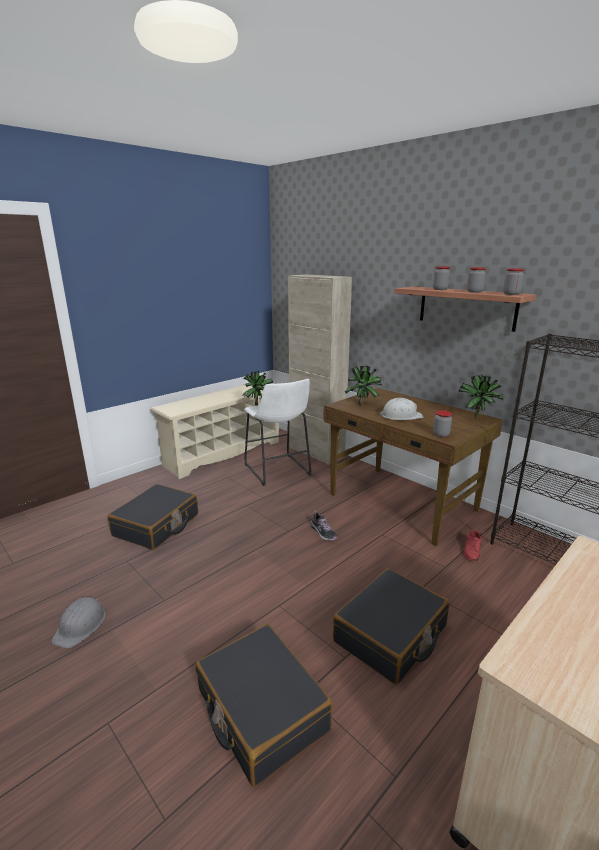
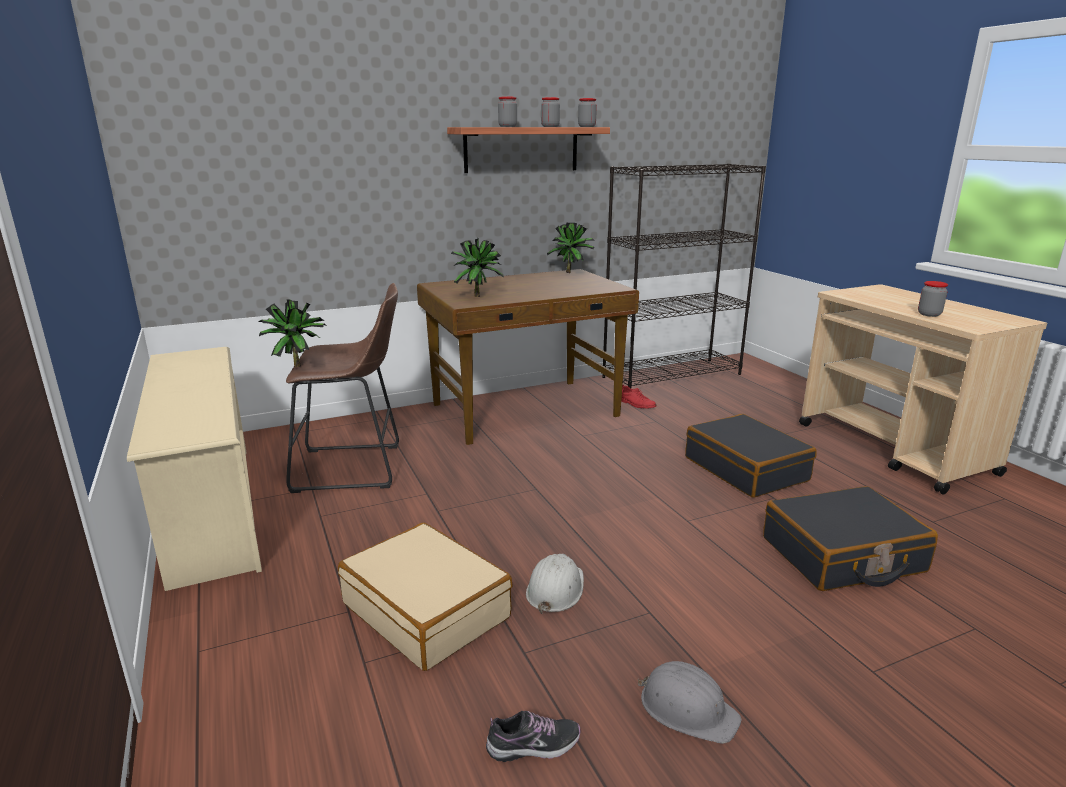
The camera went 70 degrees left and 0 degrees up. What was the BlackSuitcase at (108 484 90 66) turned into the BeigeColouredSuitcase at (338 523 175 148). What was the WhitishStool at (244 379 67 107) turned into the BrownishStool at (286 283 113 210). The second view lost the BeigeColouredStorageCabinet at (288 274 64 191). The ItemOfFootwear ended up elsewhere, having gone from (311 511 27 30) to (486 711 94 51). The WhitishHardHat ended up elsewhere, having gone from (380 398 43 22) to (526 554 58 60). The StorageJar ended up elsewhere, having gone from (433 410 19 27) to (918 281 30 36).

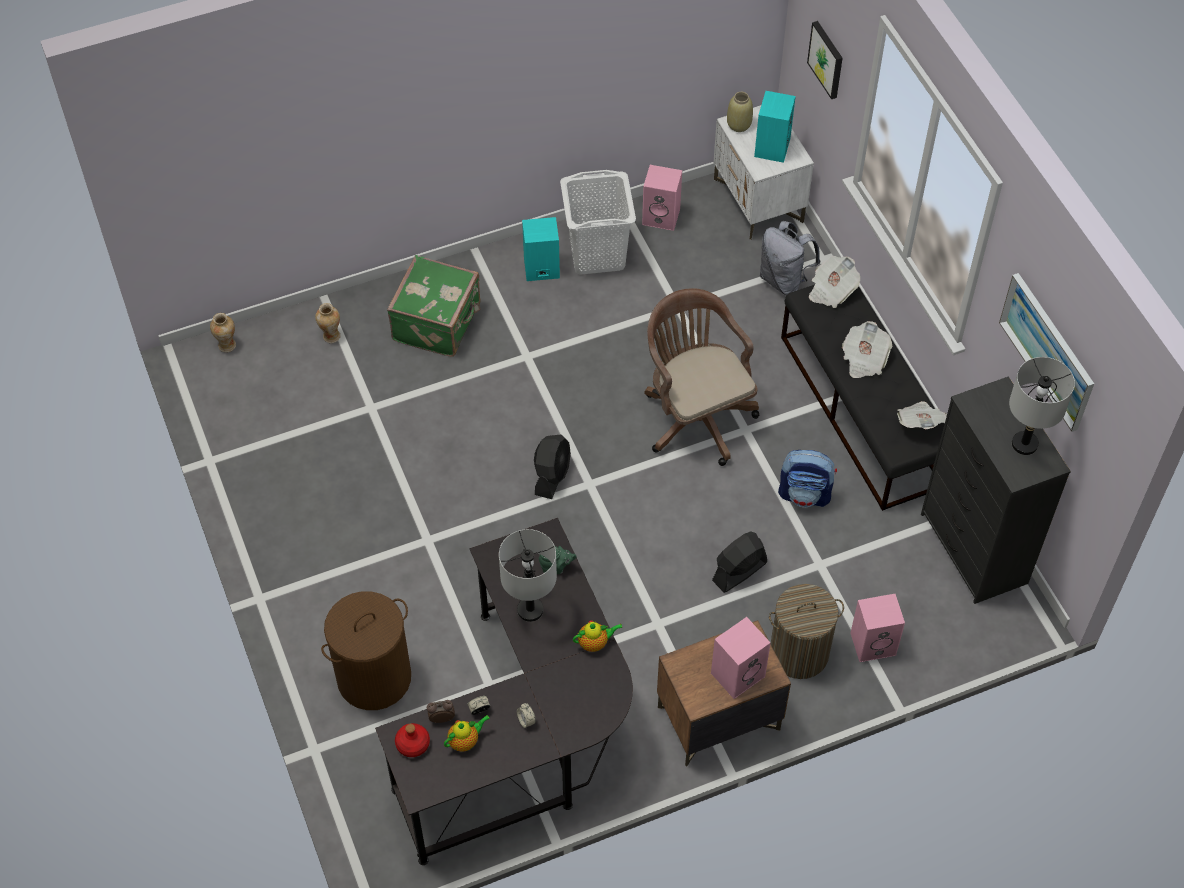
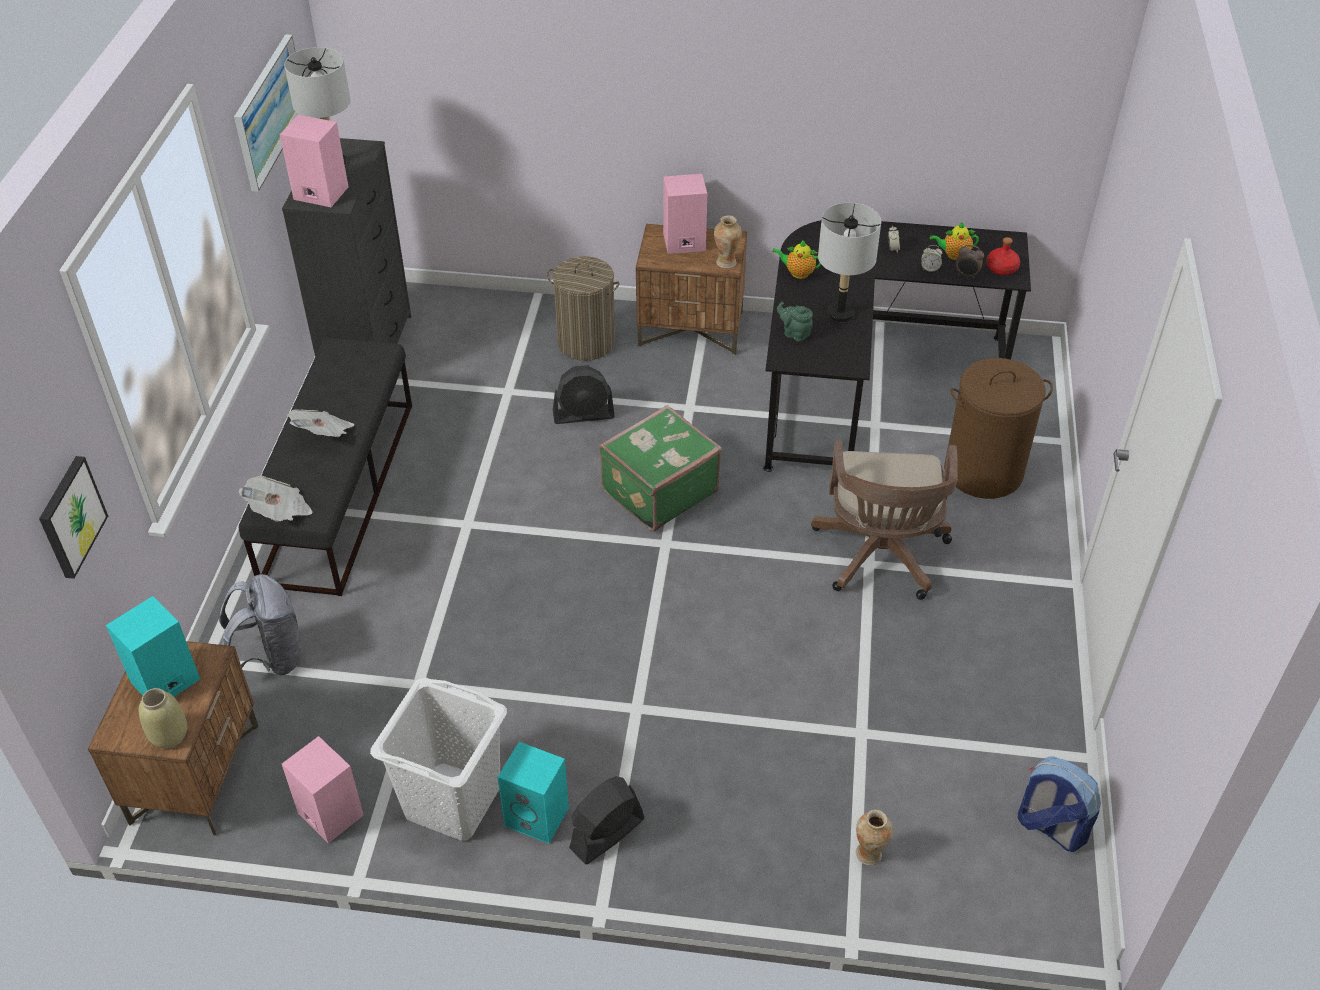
The camera went 150 degrees left and 10 degrees down. The DecorativeVase ended up elsewhere, having gone from (210 313 26 39) to (714 215 28 54). The GreenColouredSuitcase ended up elsewhere, having gone from (387 255 94 102) to (599 405 123 126). The BlackFan ended up elsewhere, having gone from (534 435 37 64) to (569 776 75 88). The BrownishDeskChair ended up elsewhere, having gone from (644 288 115 178) to (811 440 147 160). What was the WhitishBedsideTable at (713 105 101 135) turned into the BrownishBedsideTable at (88 641 171 195). The Rucksack ended up elsewhere, having gone from (778 450 59 57) to (1017 757 84 95). The PinkColouredSpeaker ended up elsewhere, having gone from (850 594 55 68) to (280 115 69 92). The second view lost the Newspaper at (897 401 50 28).

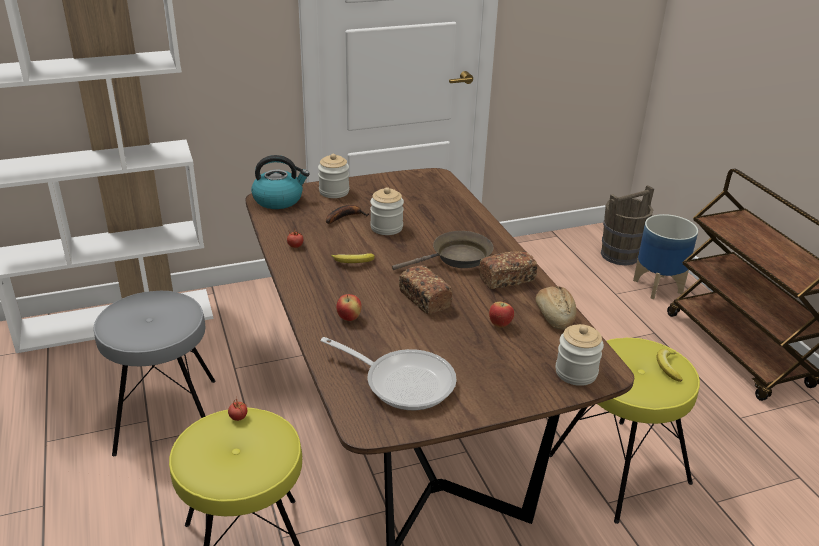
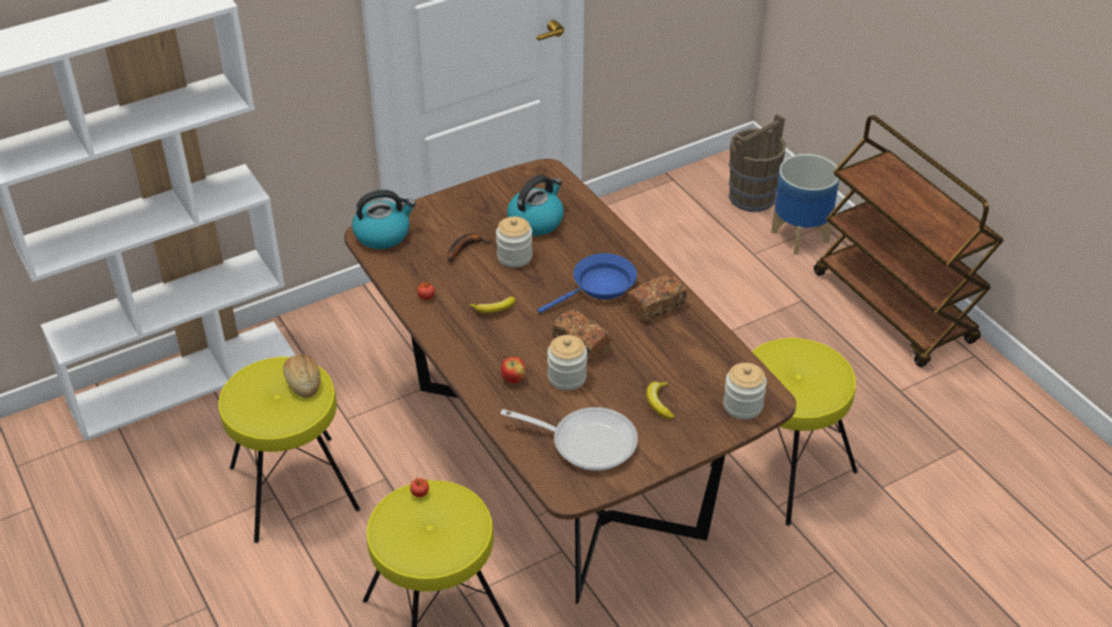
The camera went 10 degrees left and 10 degrees up. What was the GrayStool at (93 291 123 165) turned into the YellowishStool at (218 357 142 186). The StorageJar ended up elsewhere, having gone from (318 154 31 44) to (547 335 40 56). What was the BrownishSkillet at (392 231 101 39) turned into the BlueColouredSkillet at (537 253 100 61). The second view lost the WholeApple at (489 299 25 29). The BakedBread ended up elsewhere, having gone from (535 286 41 44) to (283 354 38 44). The WholeBanana ended up elsewhere, having gone from (657 349 26 33) to (646 381 29 38). The second view gained the Kettle at (507 175 57 61).

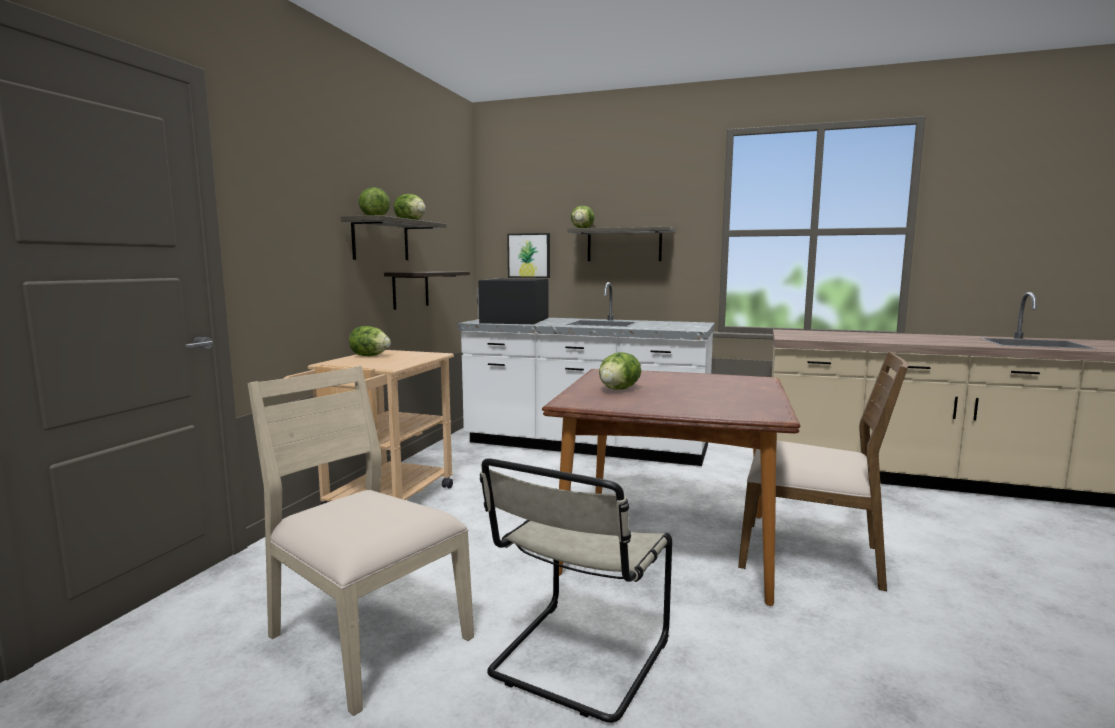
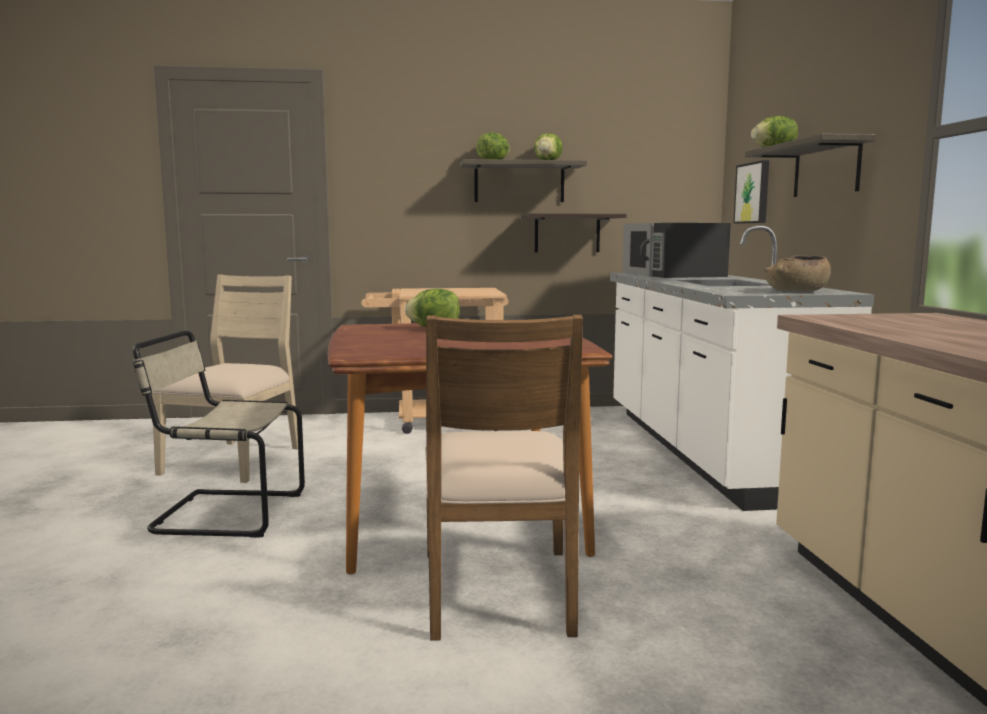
The camera went 65 degrees right and 0 degrees up. The second view lost the LettuceHead at (349 326 42 30). The BlackMicrowaveOven at (477 279 71 45) ended up facing another way, 90 degrees counterclockwise from before. The second view gained the BrownishDeepDish at (764 255 67 37).

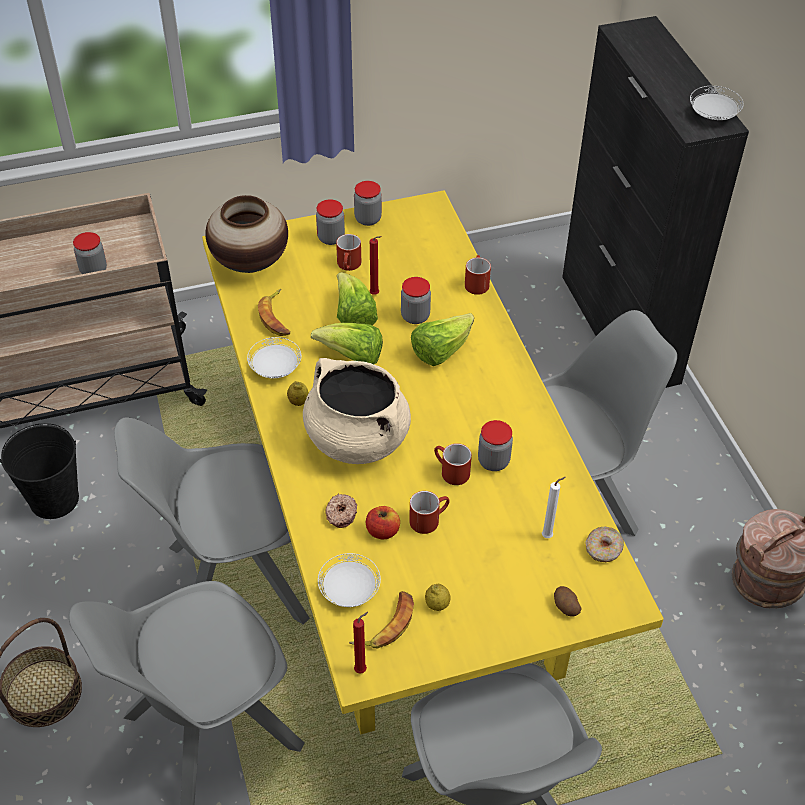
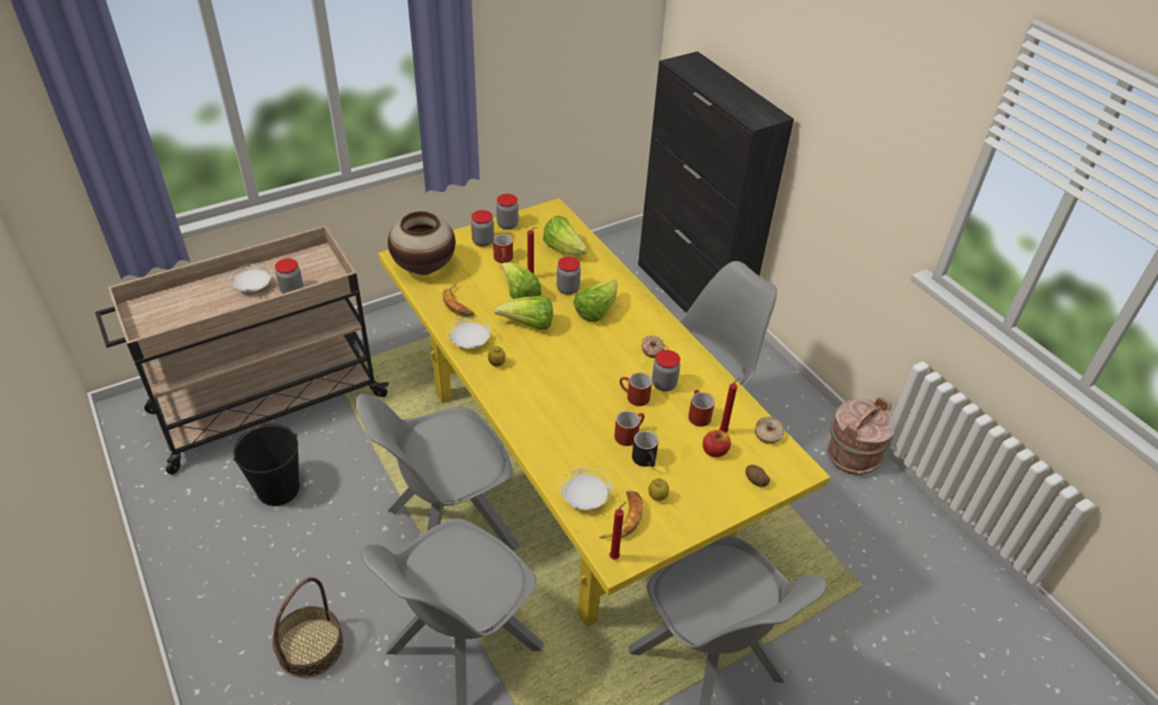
The camera went 15 degrees left and 5 degrees down. The second view lost the BeigeColouredCookingPot at (303 358 108 106). The Doughnut ended up elsewhere, having gone from (325 493 32 35) to (642 336 23 22). The WholeApple ended up elsewhere, having gone from (366 506 34 33) to (703 430 28 27). The RedColouredTeaMug ended up elsewhere, having gone from (465 255 26 40) to (688 390 27 37). What was the WhitishWaxLight at (542 477 24 61) turned into the RedColouredWaxLight at (719 377 22 56). The WhitishDinnerPlate ended up elsewhere, having gone from (690 86 54 34) to (230 264 42 28). The second view gained the LettuceHead at (543 216 45 39). The second view gained the BlackTeaMug at (632 431 26 36).

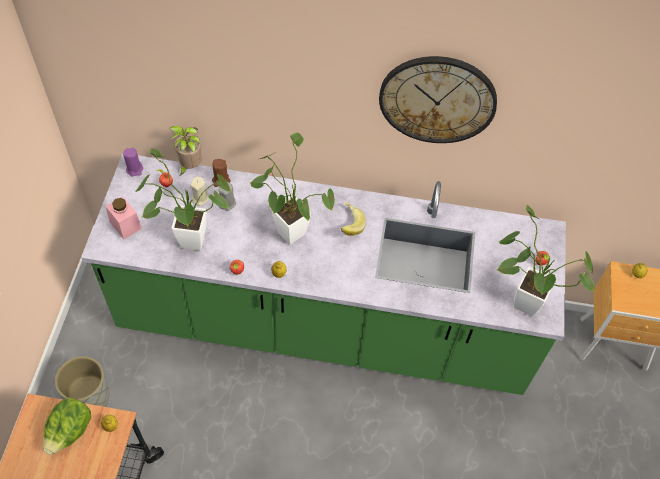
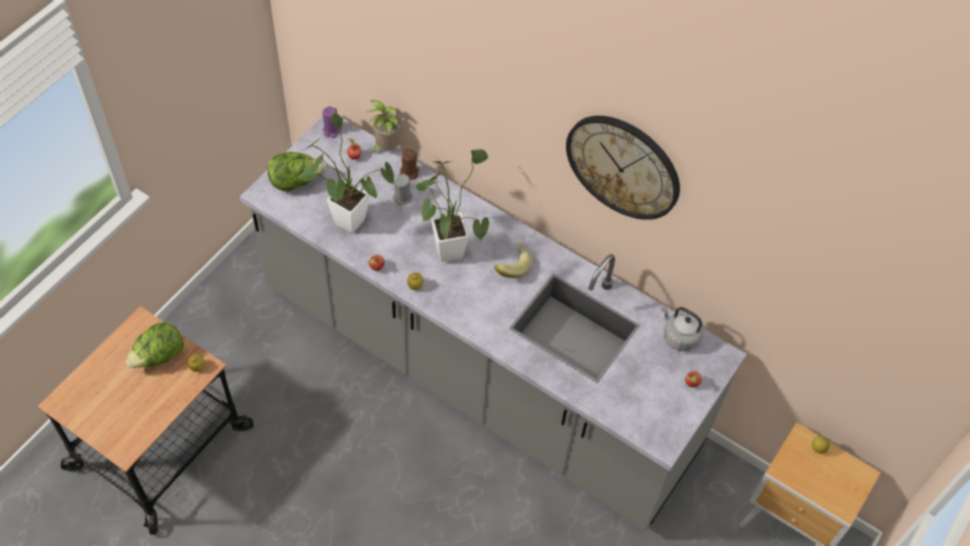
The camera went 25 degrees right and 0 degrees up. The second view lost the GrayFlowerPot at (55 356 55 51). What was the GreenColouredKitchenBaseUnit at (81 154 485 241) turned into the GrayKitchenBaseUnit at (240 116 507 415). Where the PinkColouredStorageJar stood at (106 197 36 42), the LettuceHead came to stand at (267 152 58 39). The second view lost the BeigeColouredWaxLight at (191 177 18 29). The second view lost the PottedPlant at (496 205 98 111). The second view gained the GrayKettle at (661 306 43 45).

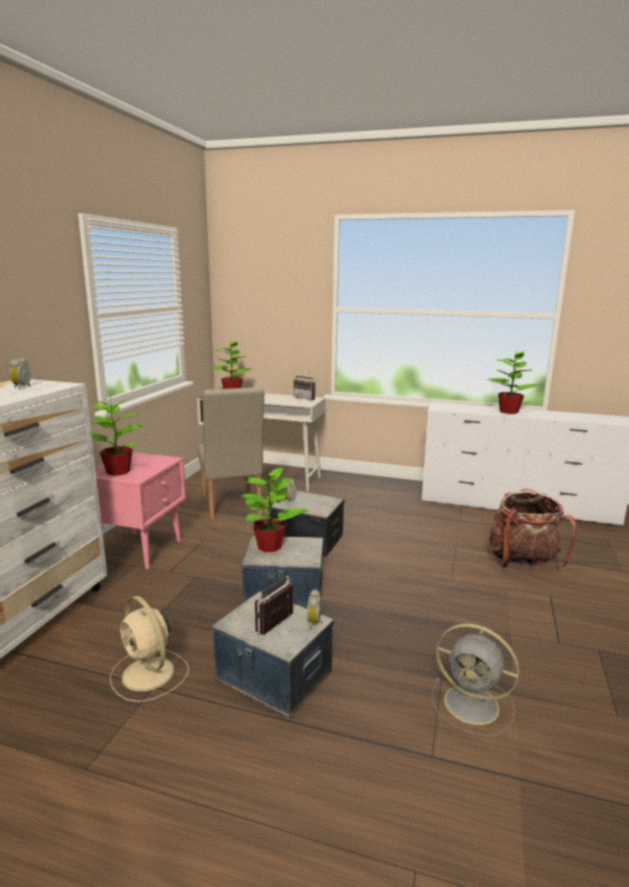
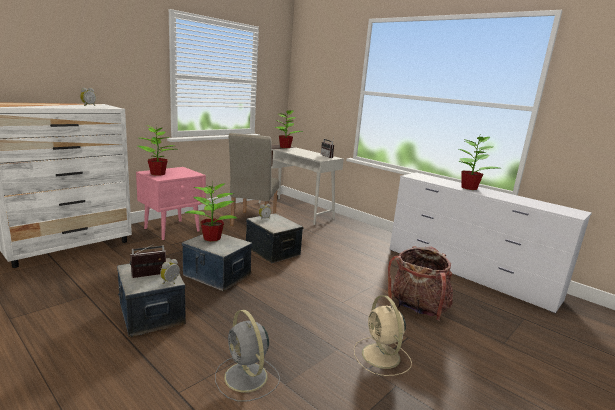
The camera went 25 degrees right and 0 degrees up. The BeigeColouredFan ended up elsewhere, having gone from (110 596 79 106) to (354 295 58 81).

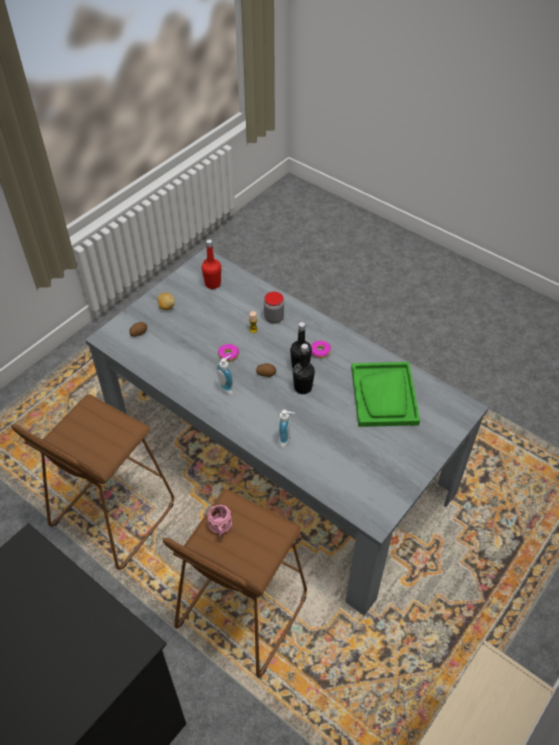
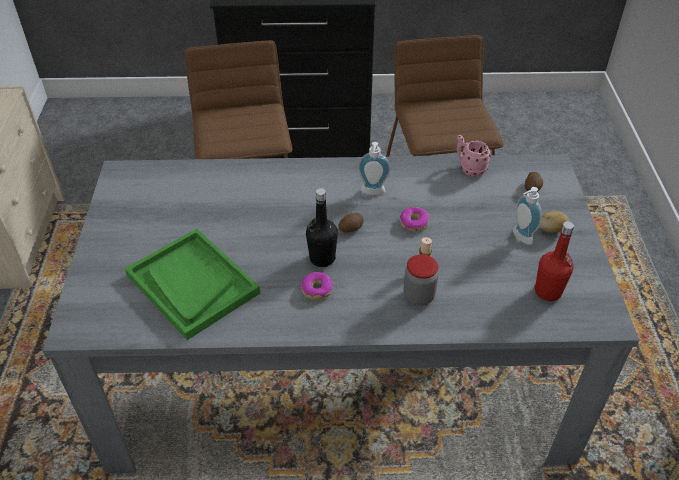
The camera went 140 degrees right and 5 degrees down. The PinkColouredTeaMug ended up elsewhere, having gone from (207 504 25 33) to (457 135 34 42). The SoapBottle ended up elsewhere, having gone from (279 410 16 39) to (513 187 28 58). The second view lost the BlackBeverageBottle at (293 344 22 50).

